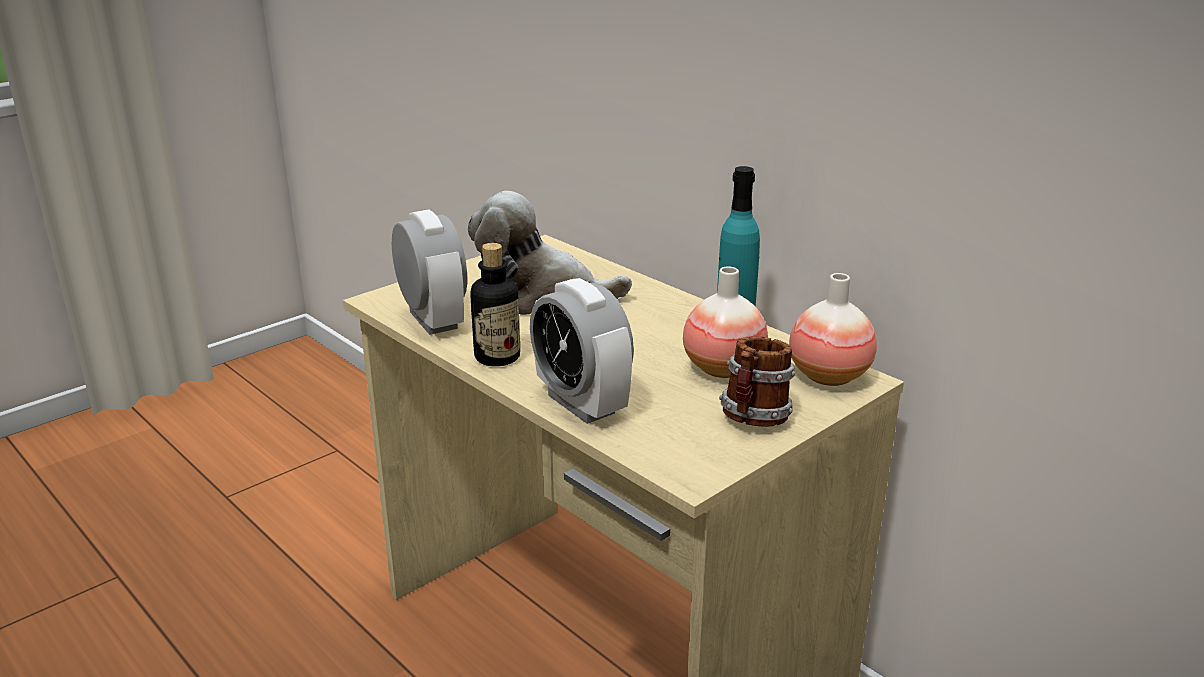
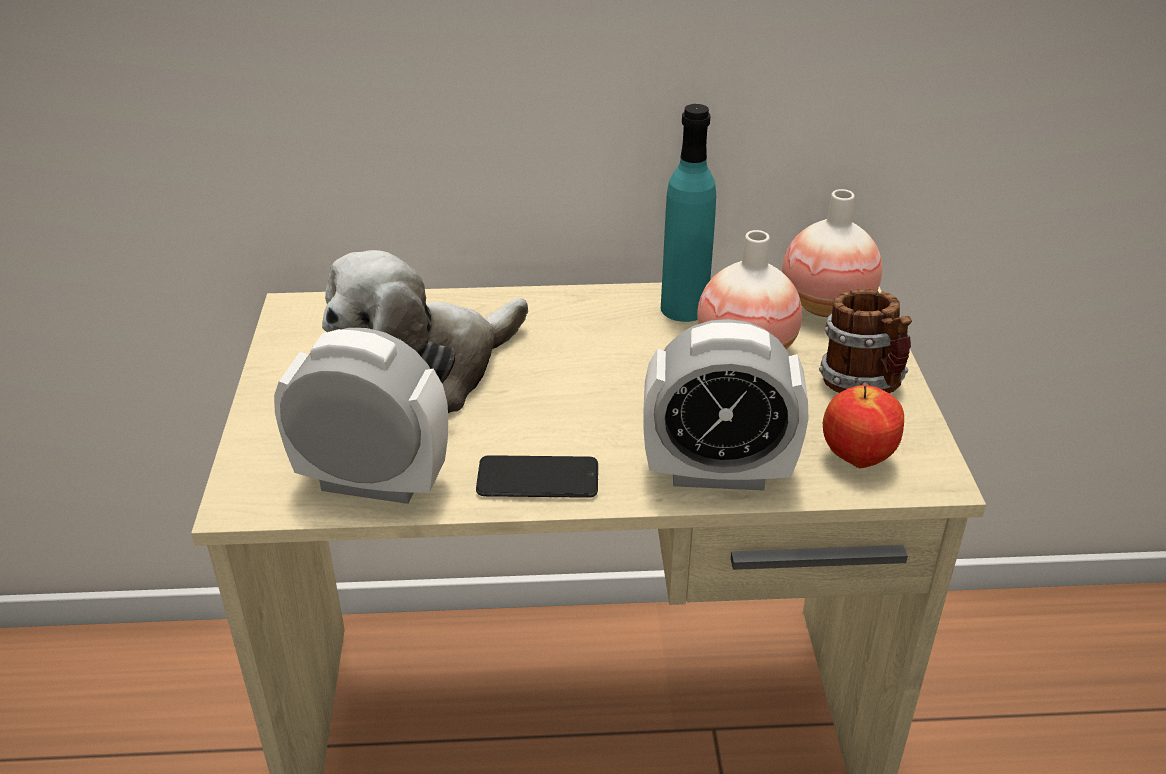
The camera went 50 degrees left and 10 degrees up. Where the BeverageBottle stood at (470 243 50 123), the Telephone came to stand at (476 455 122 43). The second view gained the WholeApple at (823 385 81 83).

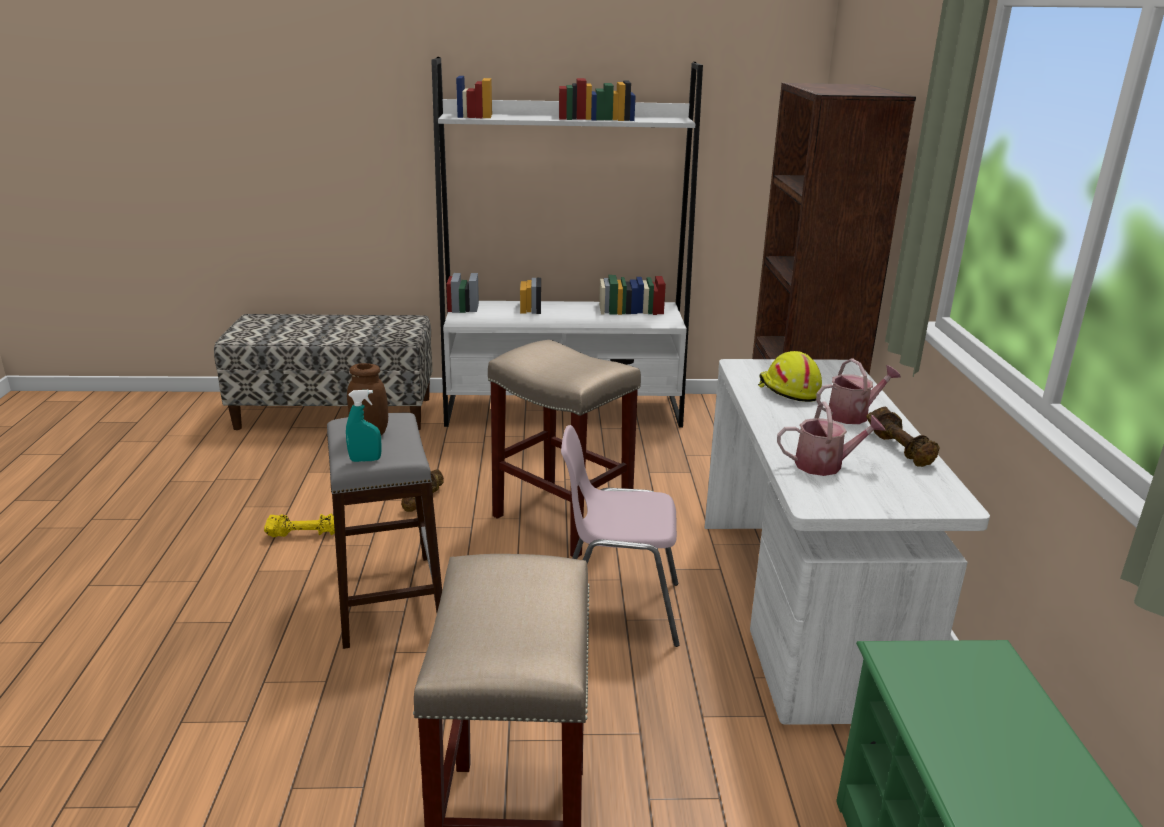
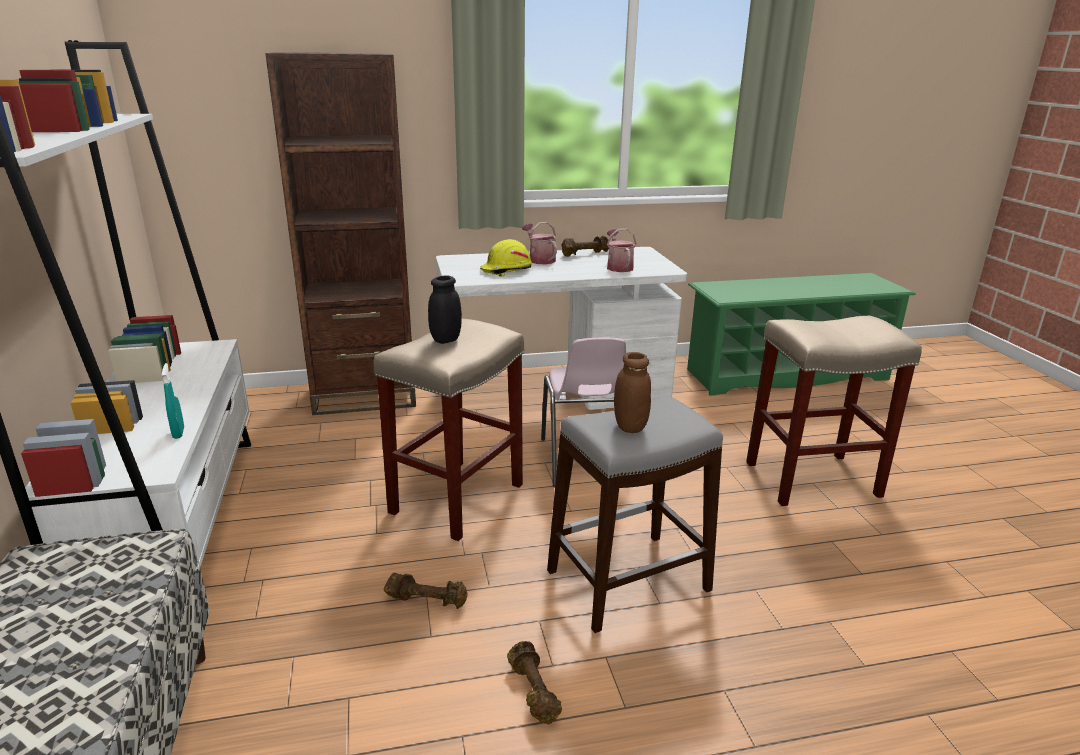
The camera went 100 degrees left and 0 degrees up. What was the YellowishDumbbell at (264 513 71 24) turned into the BrownishDumbbell at (507 641 55 84). The TurquoiseColouredHandSprayer ended up elsewhere, having gone from (346 390 36 72) to (162 363 22 76). The second view gained the BlackStorageJar at (428 275 34 69).

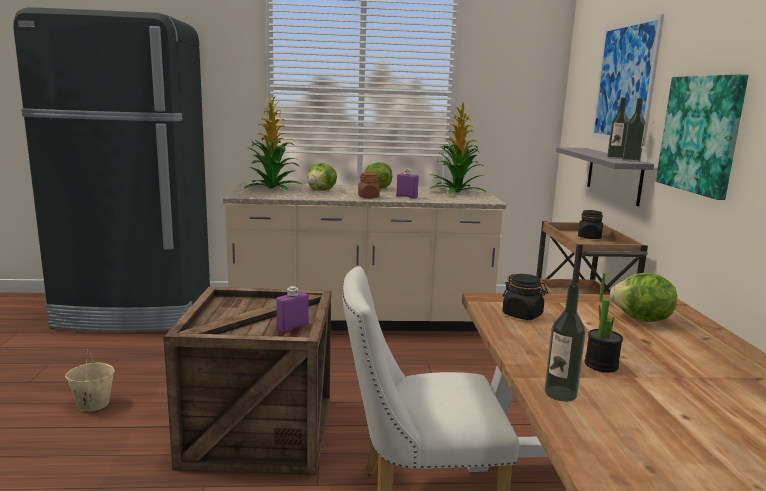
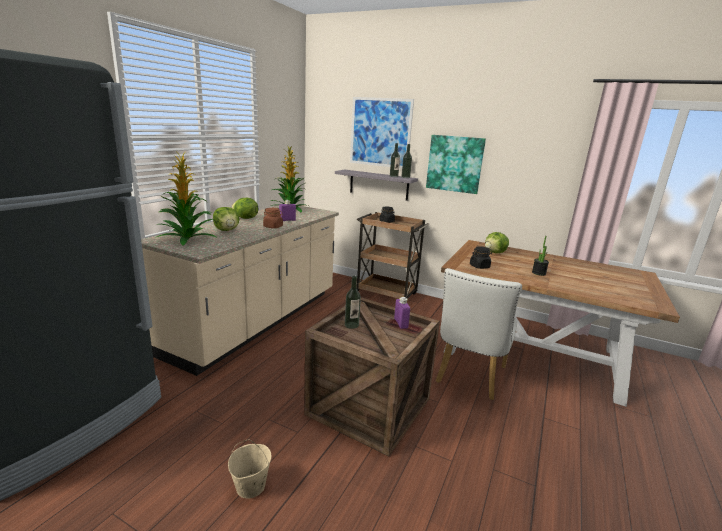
The camera went 60 degrees left and 5 degrees up. The BeverageBottle ended up elsewhere, having gone from (545 283 41 119) to (345 276 16 53).

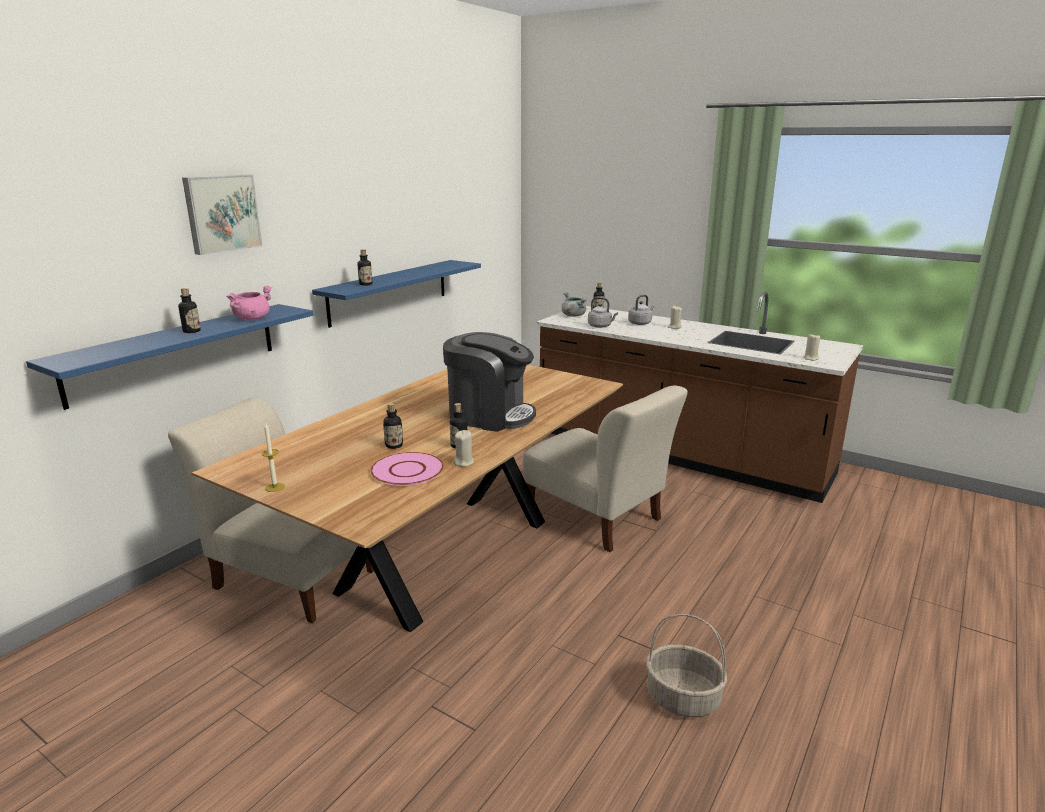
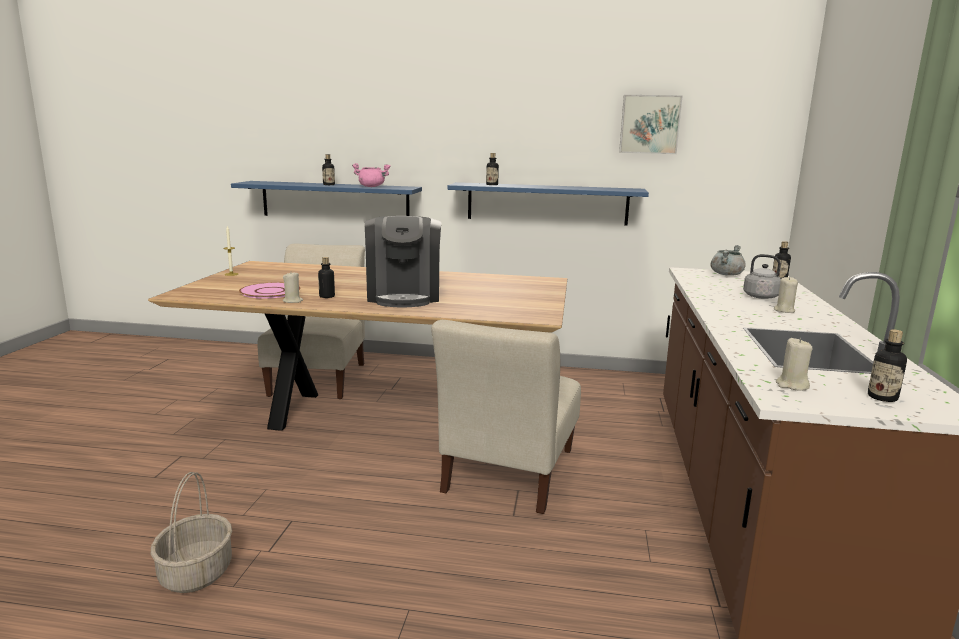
The camera went 65 degrees right and 5 degrees down. The WallPicture ended up elsewhere, having gone from (182 174 81 81) to (619 95 64 59). The BeverageBottle ended up elsewhere, having gone from (383 403 20 46) to (868 329 39 73). The second view lost the GrayKettle at (588 297 30 31).

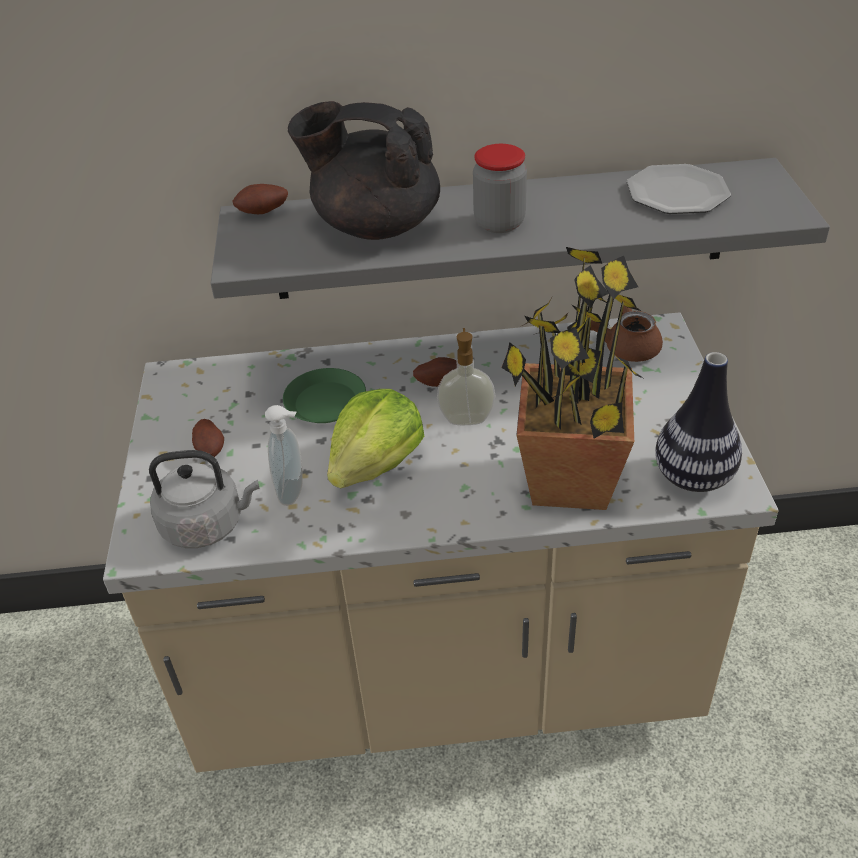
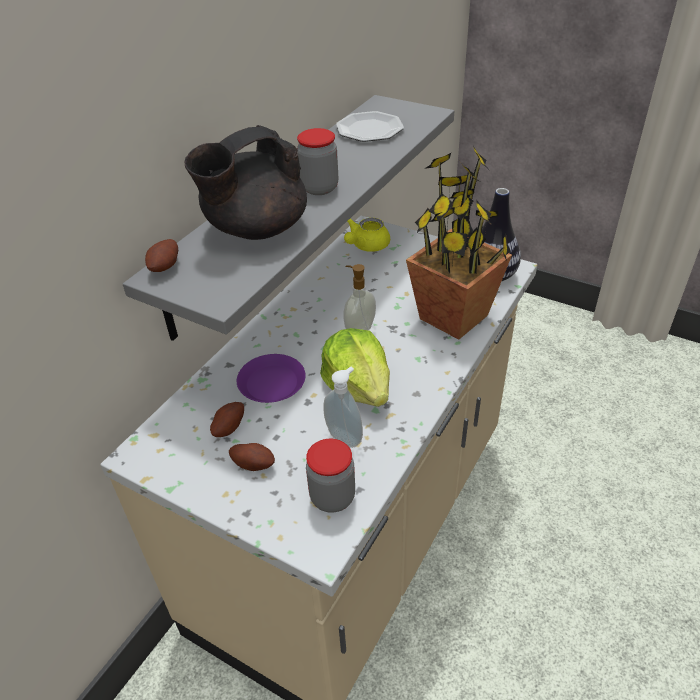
The camera went 55 degrees left and 0 degrees up. Where the GrayKettle stood at (149 450 111 98), the StorageJar came to stand at (306 439 49 74). What was the GreenColouredDinnerPlate at (283 368 83 55) turned into the PurpleDinnerPlate at (237 354 69 49). The Spud ended up elsewhere, having gone from (413 357 44 30) to (210 402 34 35). What was the BrownishPotForTea at (590 305 73 57) turned into the YellowishPotForTea at (344 218 46 34).

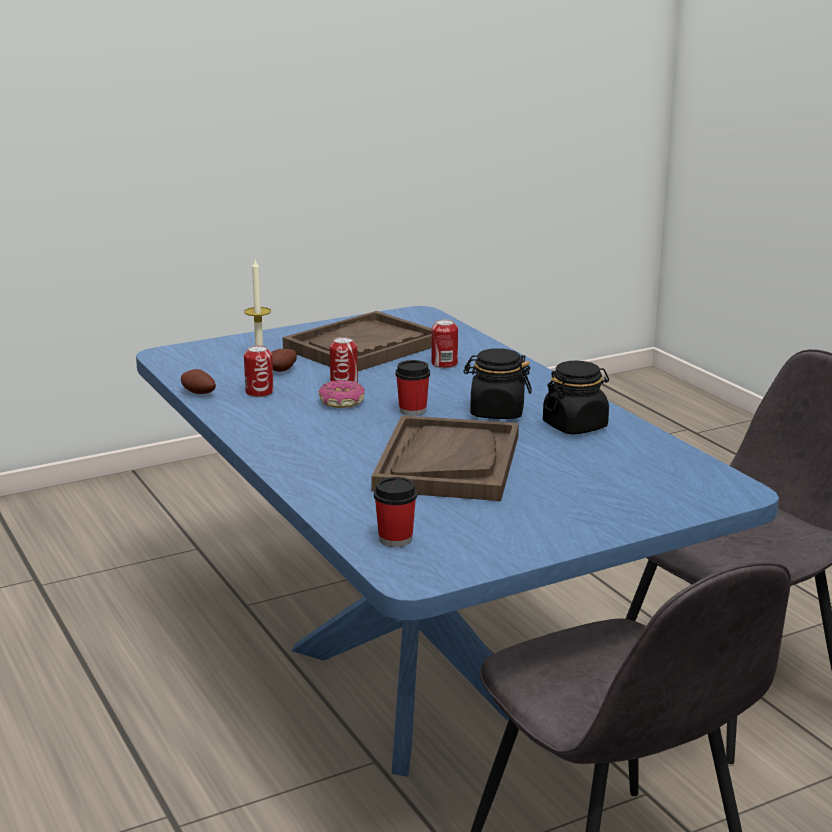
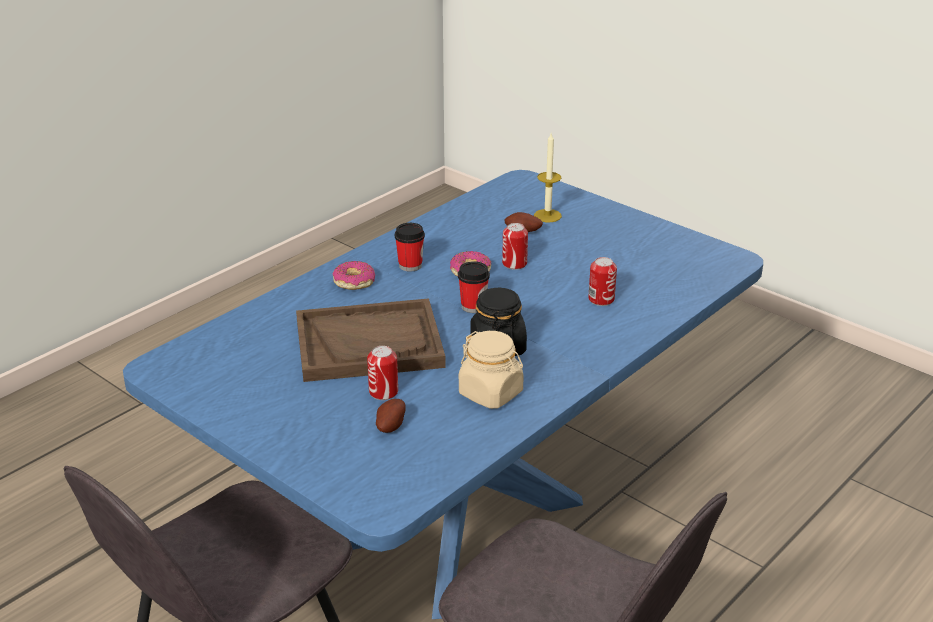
The camera went 70 degrees right and 10 degrees up. The Spud ended up elsewhere, having gone from (181 369 35 25) to (376 399 30 34). The SealedCan ended up elsewhere, having gone from (244 345 30 52) to (367 346 31 54). The second view lost the BrownishTray at (283 311 149 60). The SmallCup ended up elsewhere, having gone from (374 477 43 70) to (395 223 30 49). What was the BlackStorageJar at (543 361 66 73) turned into the BeigeColouredStorageJar at (459 331 65 78). The second view gained the Doughnut at (333 261 42 29).

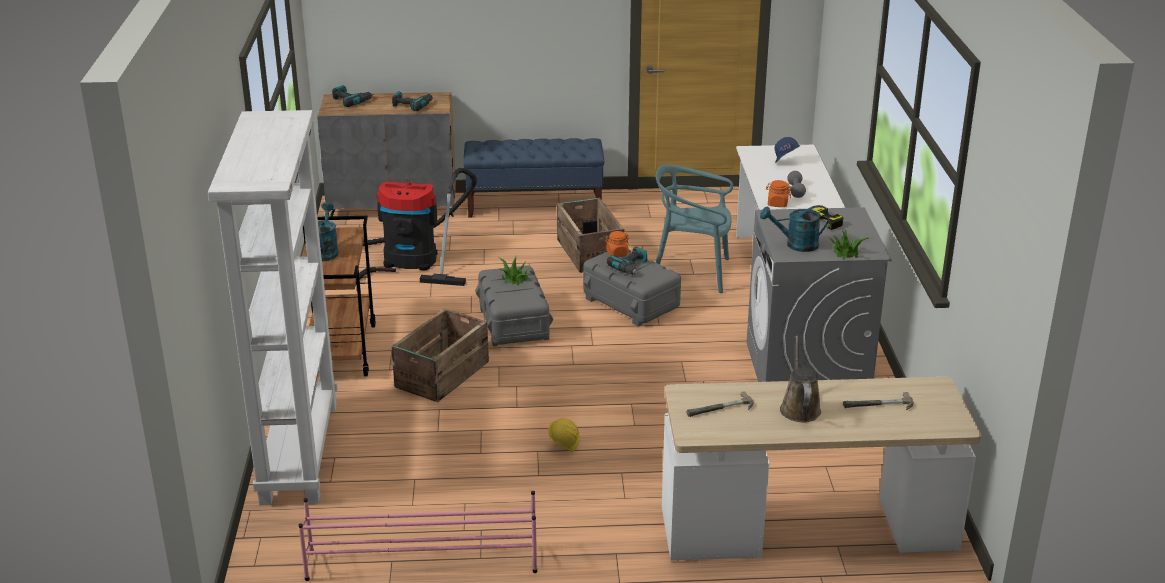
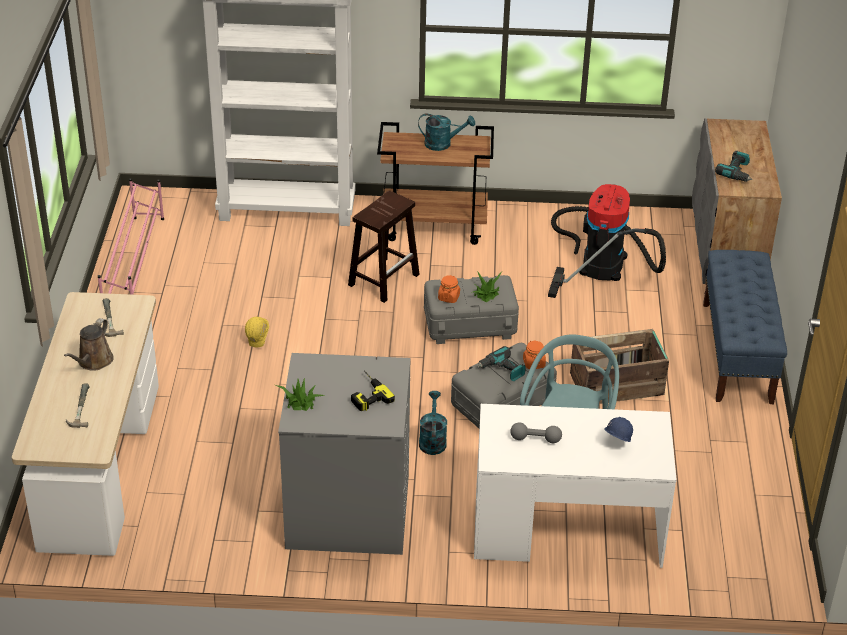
The camera went 95 degrees right and 10 degrees up. The second view lost the ElectricDrill at (332 85 42 22). Where the ShippingCrate stood at (391 308 98 94), the BrownishStool came to stand at (348 191 71 112). The TurquoiseColouredSprinklingCan ended up elsewhere, having gone from (760 205 69 47) to (419 391 28 64). The OrangeColouredStorageJar ended up elsewhere, having gone from (766 180 25 27) to (438 275 22 28). The BrownishSprinklingCan at (780 336 41 86) ended up facing another way, 105 degrees clockwise from before.

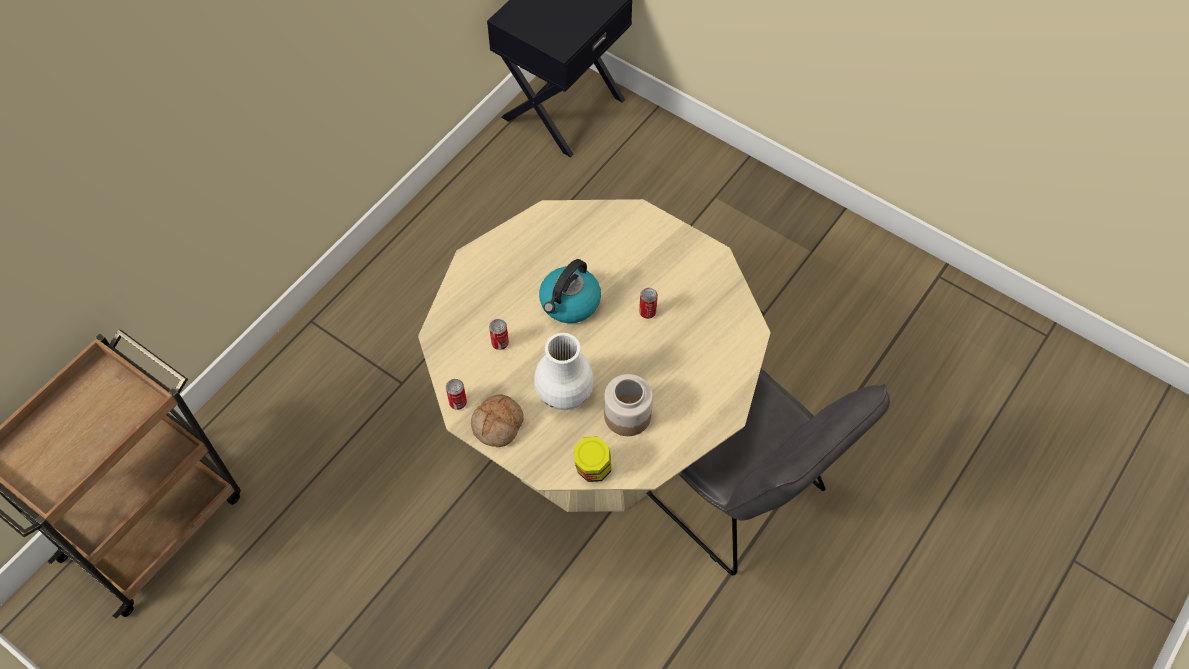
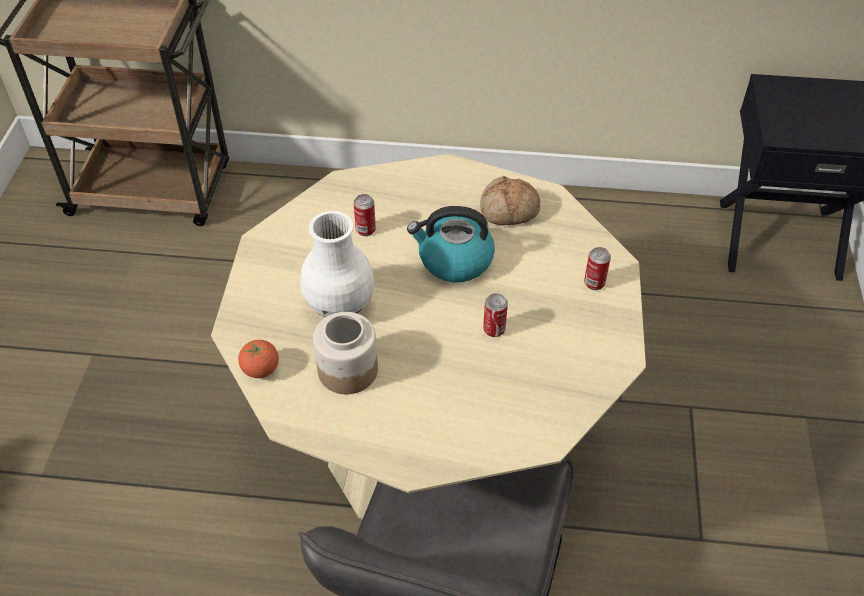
The camera went 60 degrees right and 10 degrees down. The SealedCan ended up elsewhere, having gone from (446 379 21 31) to (584 247 27 43). The BakedBread ended up elsewhere, having gone from (471 394 53 53) to (480 176 60 49). Where the StorageJar stood at (574 437 37 45), the WholeTomato came to stand at (238 340 41 38).

